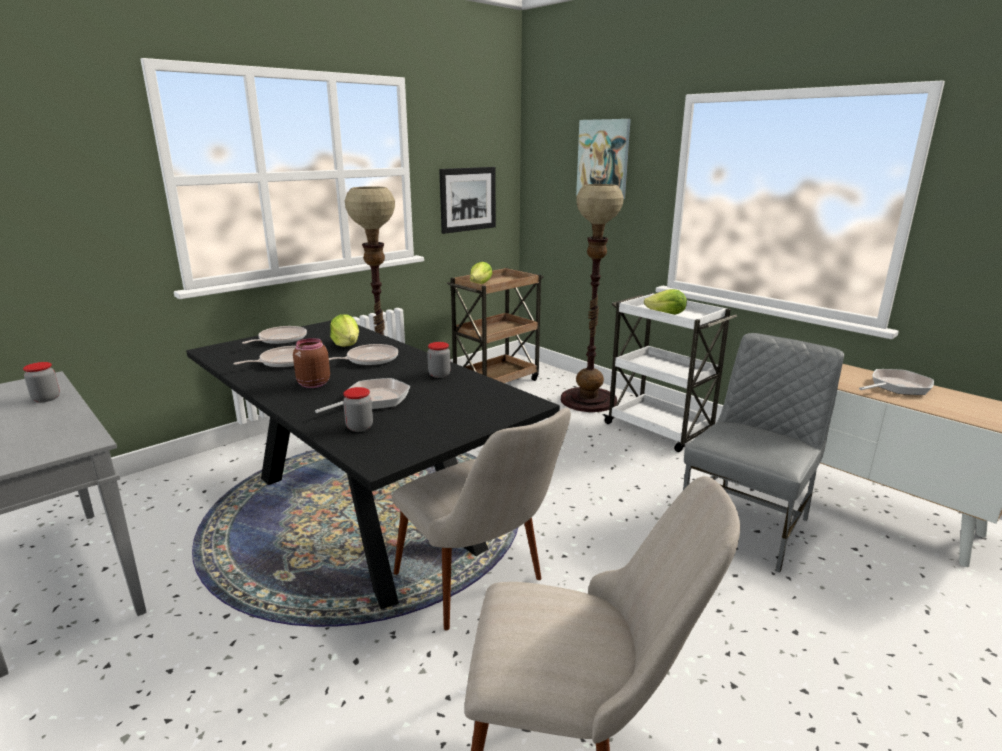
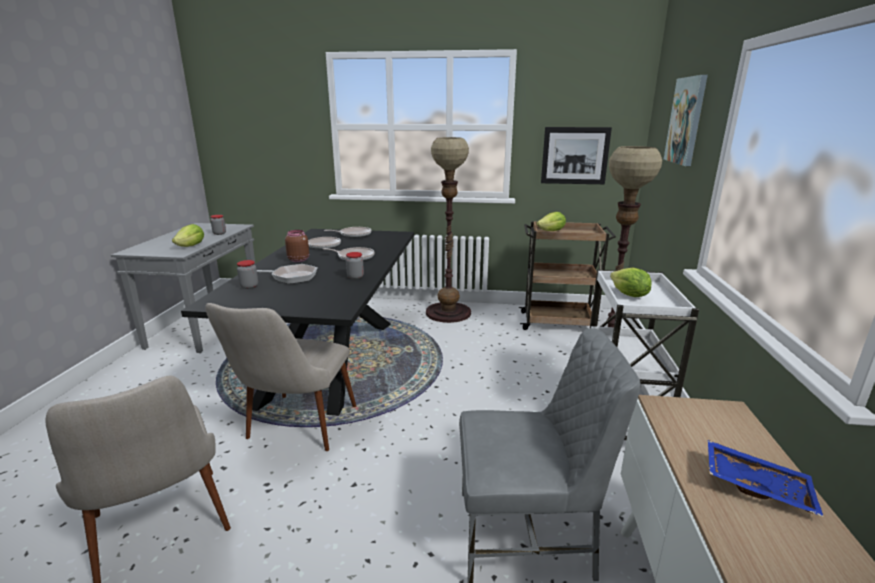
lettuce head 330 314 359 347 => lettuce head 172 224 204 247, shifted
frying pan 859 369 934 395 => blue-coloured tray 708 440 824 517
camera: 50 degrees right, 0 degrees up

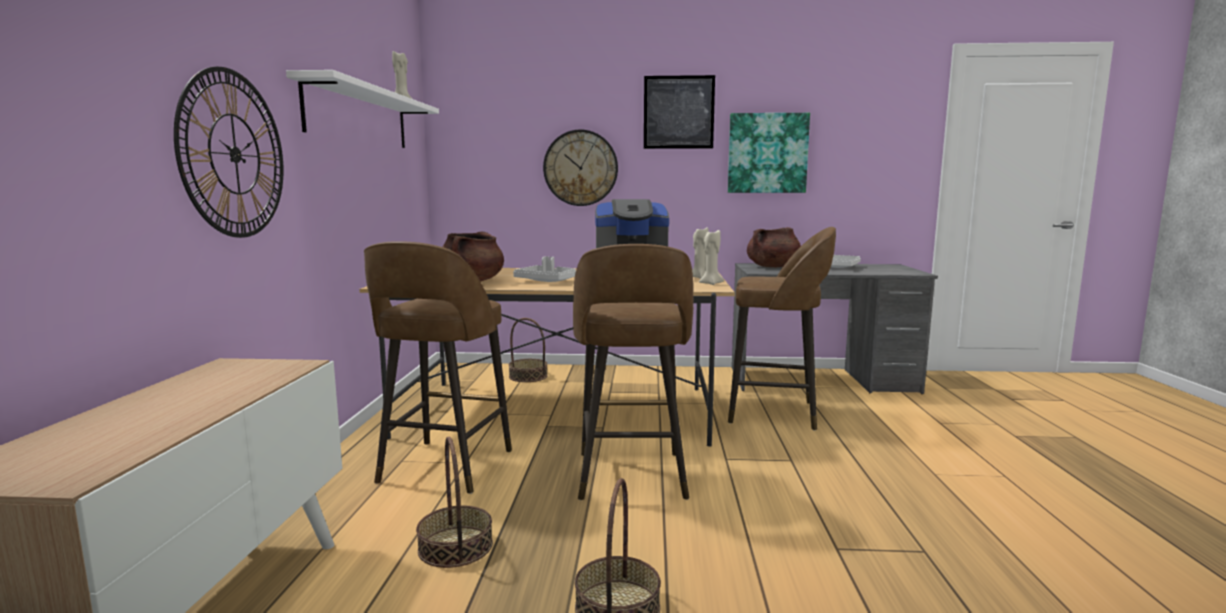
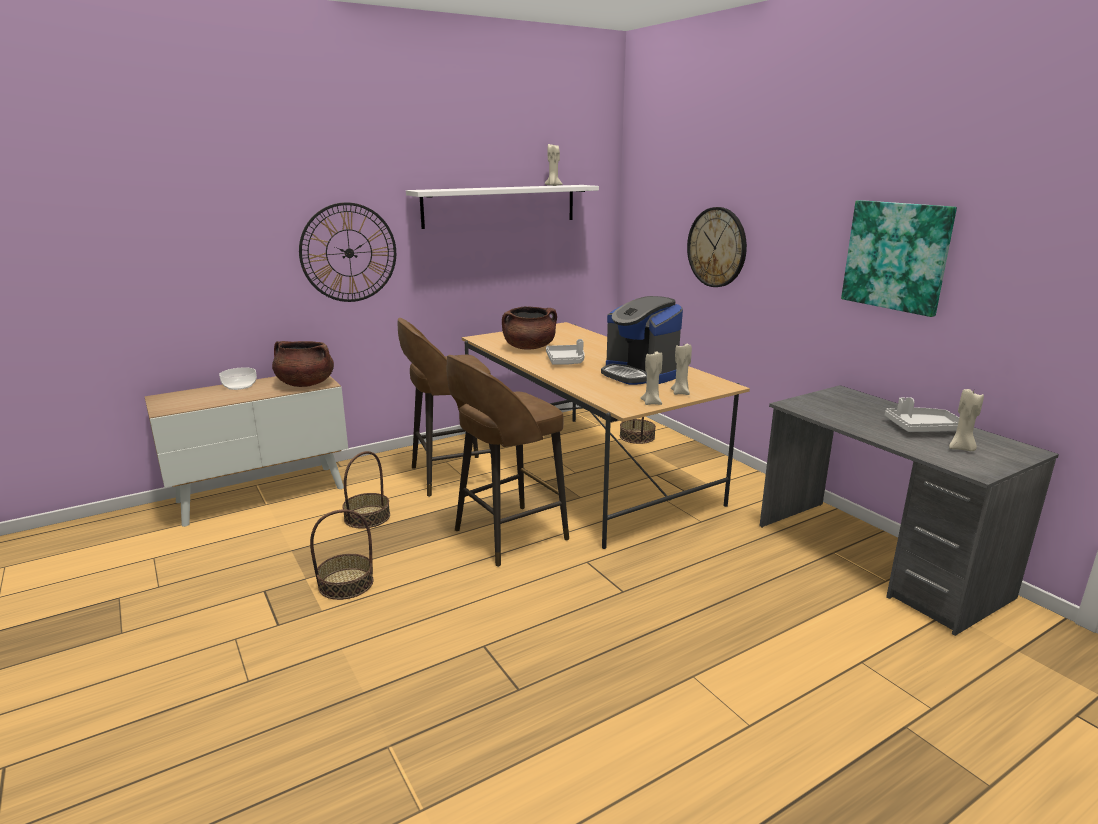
picture 644 75 715 149 => nothing
brown stool seat 728 227 836 430 => nothing
brown saucepot 747 227 801 267 => brown saucepot 272 341 334 387, shifted
nothing => serving bowl 219 367 257 390
nothing => beige wax candle 949 389 984 451
camera: 55 degrees right, 10 degrees up

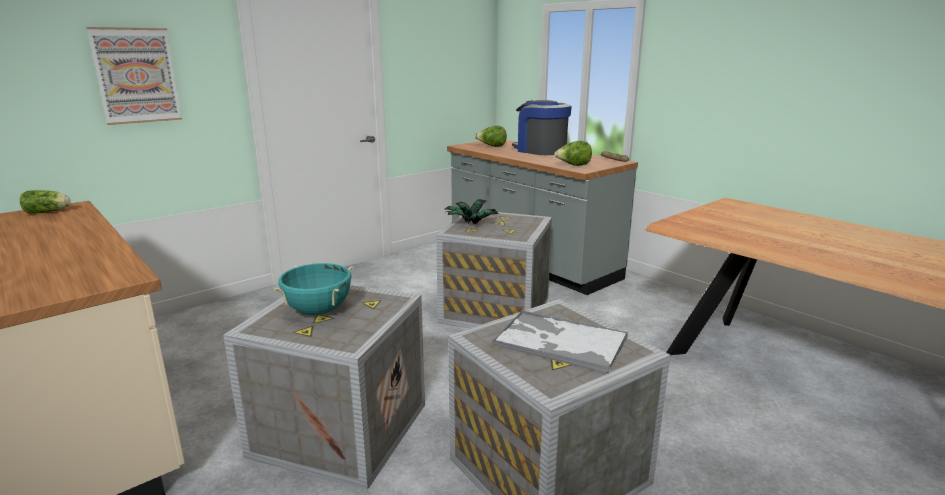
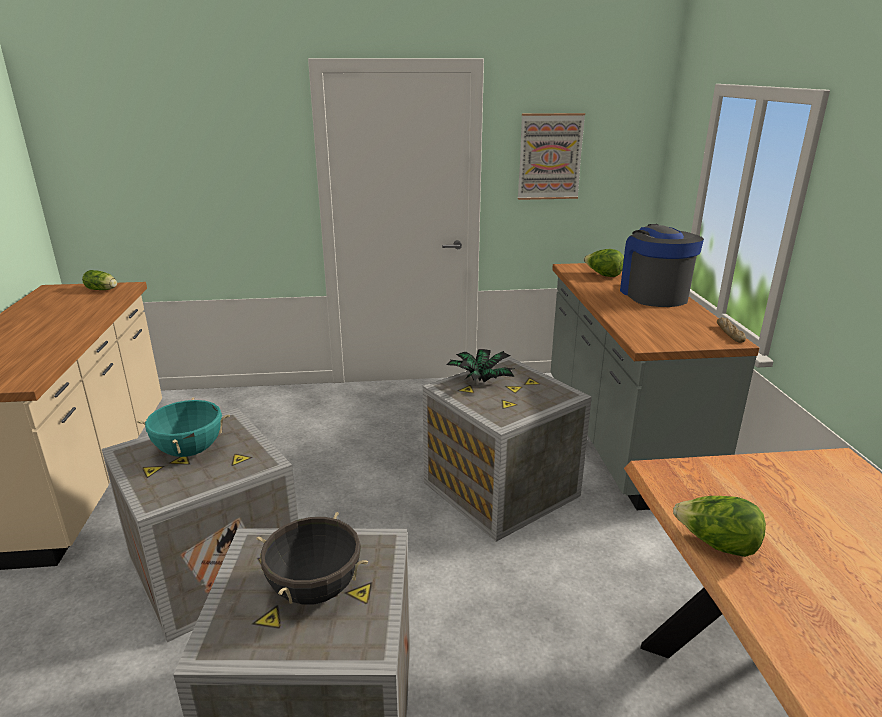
picture 86 27 182 125 => picture 518 113 585 200, shifted
tray 493 310 628 374 => black-coloured saucepot 256 512 368 605
lettuce head 554 141 592 166 => lettuce head 673 496 766 557, shifted
camera: 35 degrees right, 5 degrees up

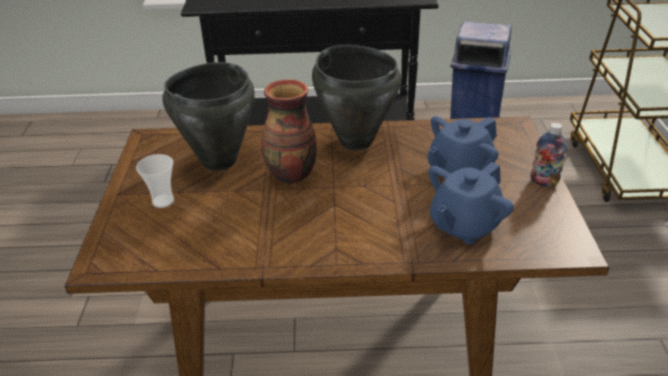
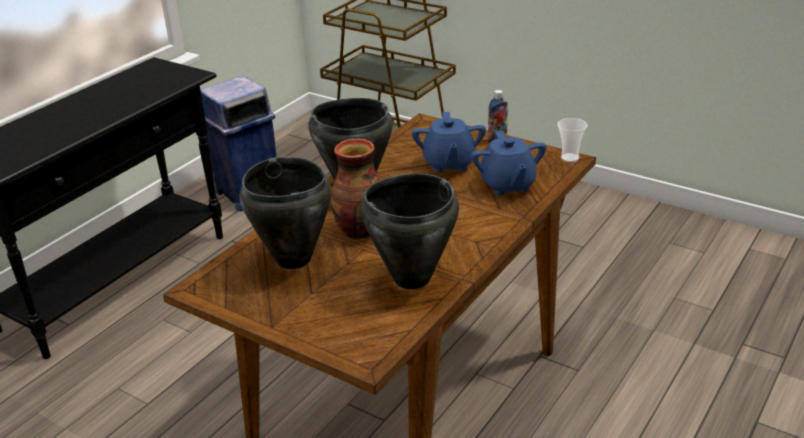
cup 136 154 174 208 => cup 557 118 587 162, shifted
nothing => black-coloured saucepot 360 174 459 289
camera: 55 degrees left, 5 degrees down

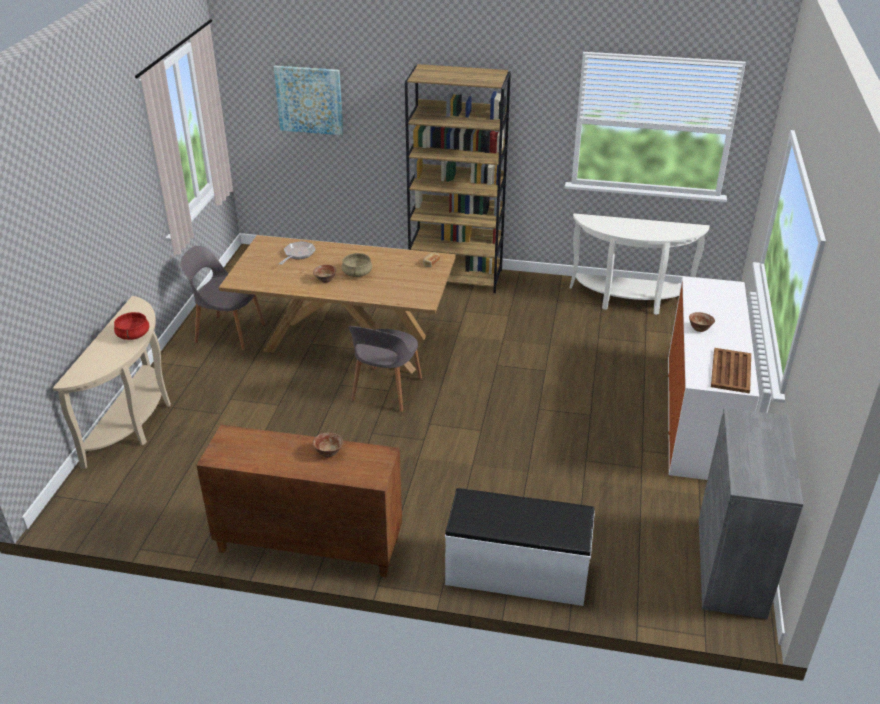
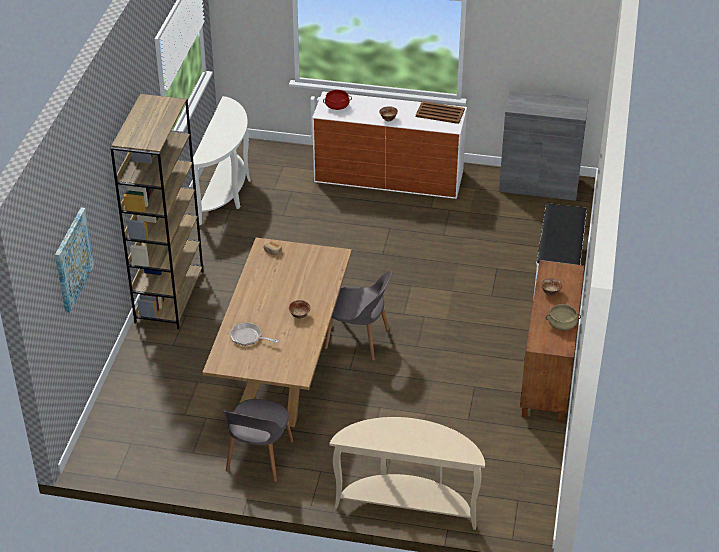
red saucepot 114 312 149 340 => red saucepot 323 90 352 110, shifted
beige saucepot 342 253 372 277 => beige saucepot 546 304 581 330, shifted
camera: 90 degrees left, 5 degrees up

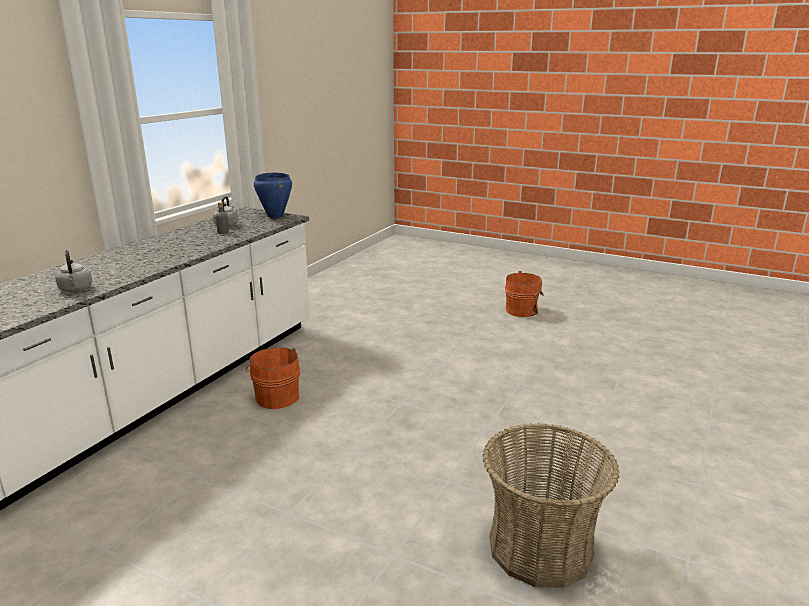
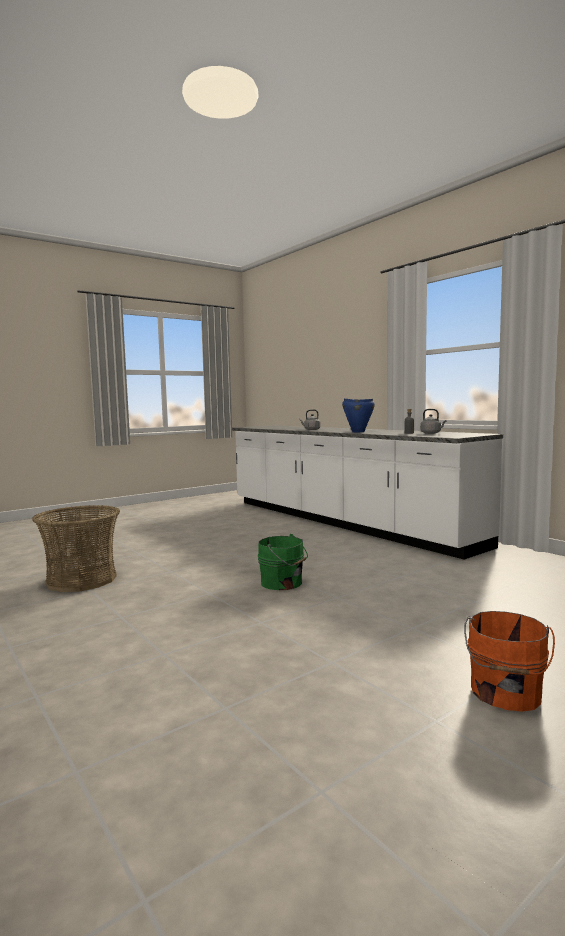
orangey pail 245 347 300 409 => nothing
blue-coloured saucepot 254 173 292 218 => blue-coloured saucepot 342 398 375 432, shifted
nothing => green-coloured pail 258 534 308 590
camera: 115 degrees right, 15 degrees down

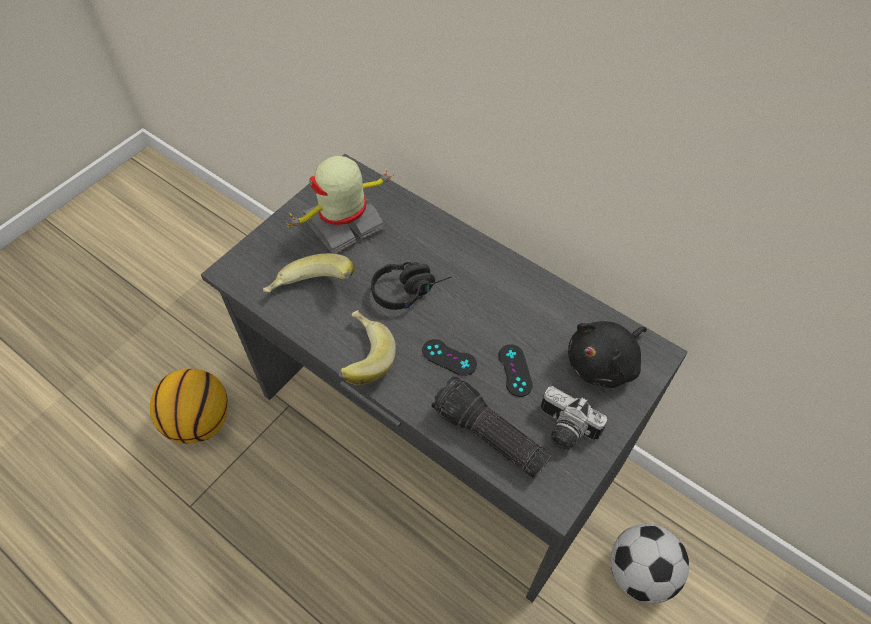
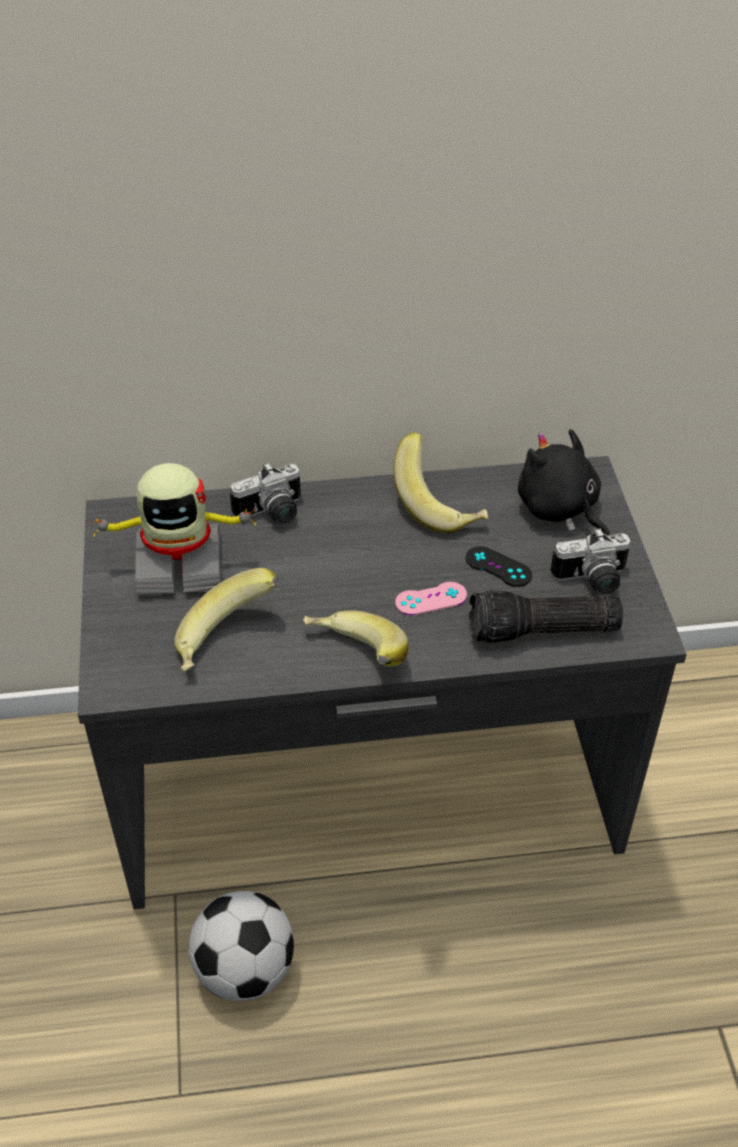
basketball ball 150 369 228 444 => nothing
robot figure 287 156 394 254 => robot figure 88 463 256 596, 105 degrees counterclockwise
black-coloured headphones 371 262 452 310 => nothing
black-coloured gamepad 422 339 477 376 => pink gamepad 395 582 467 615
black-coloured plush toy 568 321 647 388 => black-coloured plush toy 518 429 610 535, 135 degrees clockwise
ball for football 610 524 689 603 => ball for football 189 891 294 1001, shifted
nothing => photo camera 230 462 301 524
nothing => banana 394 432 488 533
camera: 45 degrees left, 10 degrees down

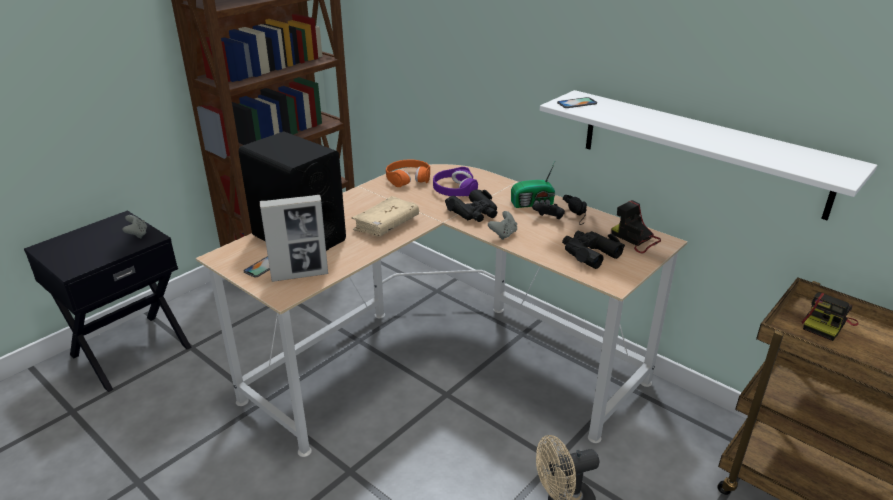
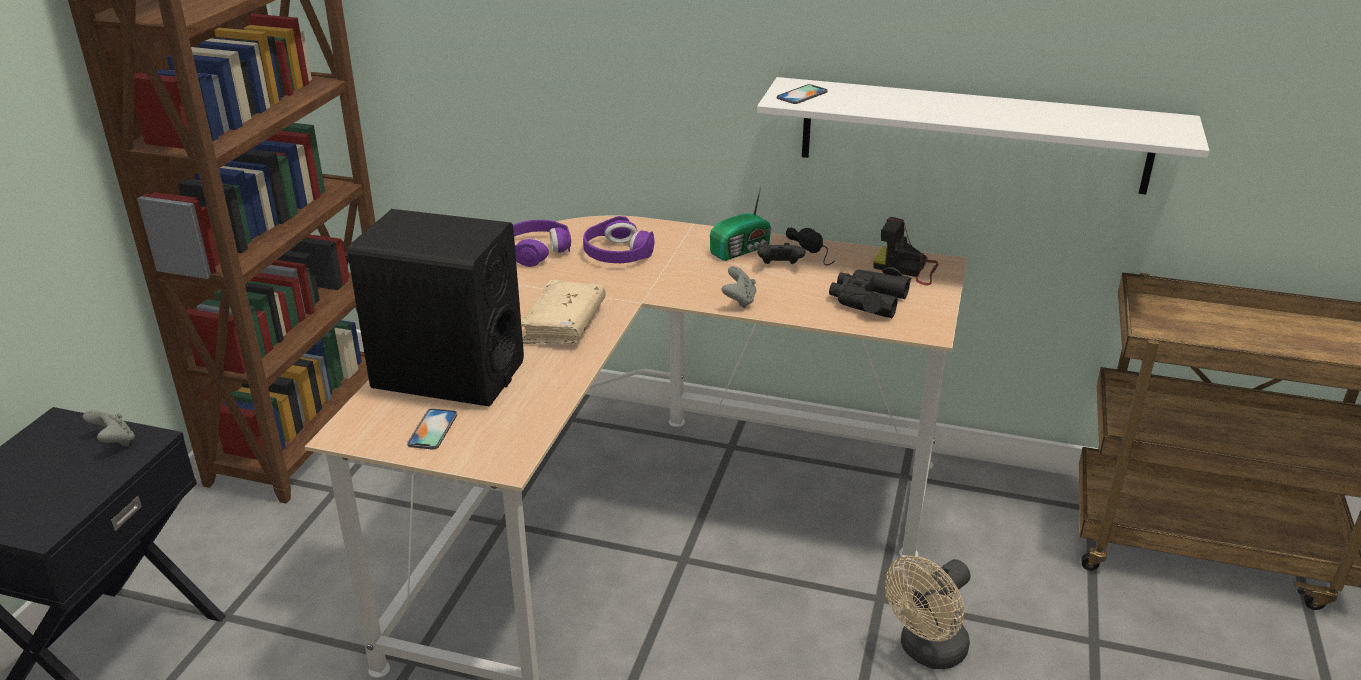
photo frame 260 195 328 282 => nothing
orangey headphones 386 159 430 187 => purple headphones 513 220 571 267
black-coloured binoculars 445 190 497 222 => nothing
photo camera 802 292 858 341 => nothing
camera: 25 degrees left, 0 degrees up

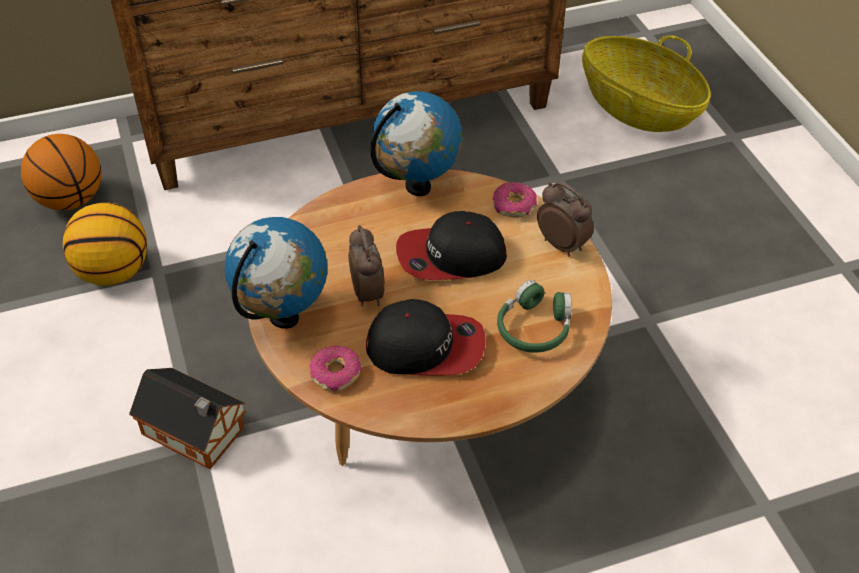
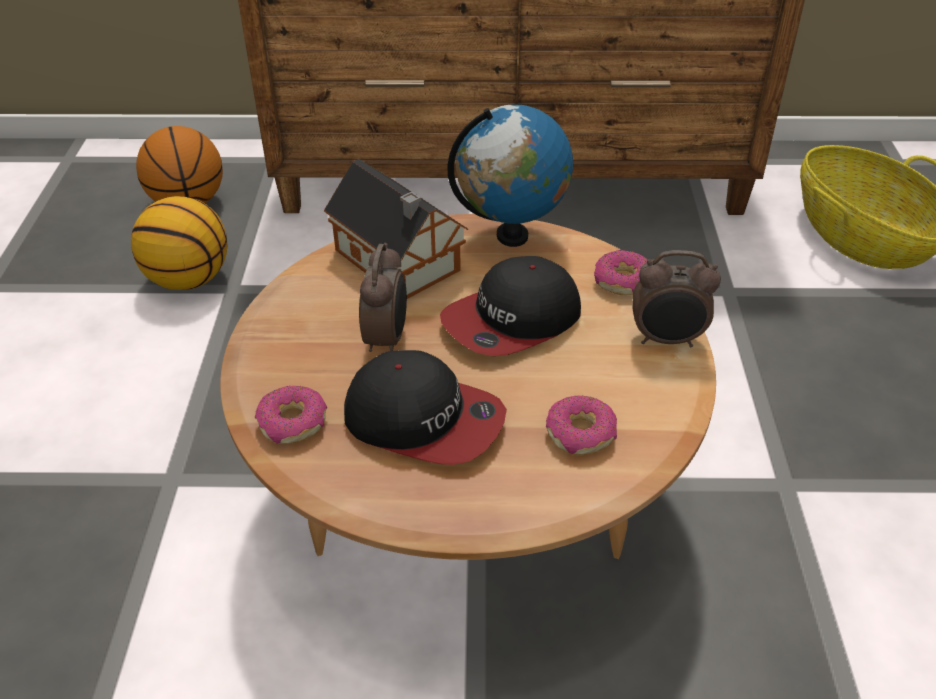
toy house 129 368 246 469 => toy house 324 159 468 299, shifted
desk globe 225 217 328 329 => nothing
peaked cap 396 211 507 280 => peaked cap 440 256 581 356, 45 degrees counterclockwise
green-coloured headphones 497 280 572 353 => ring doughnut 546 395 617 455
bedside clock 537 182 594 257 => bedside clock 632 250 721 347, 120 degrees clockwise
camera: 20 degrees right, 5 degrees down

